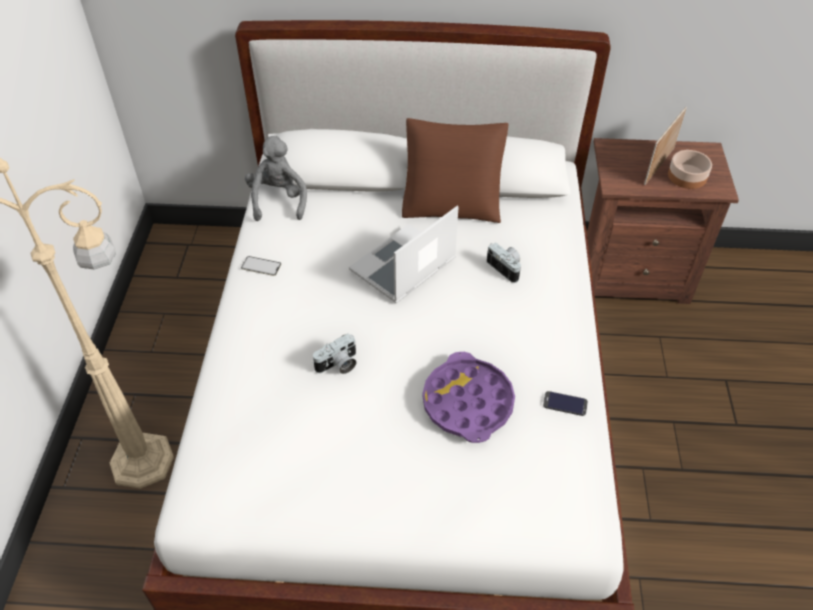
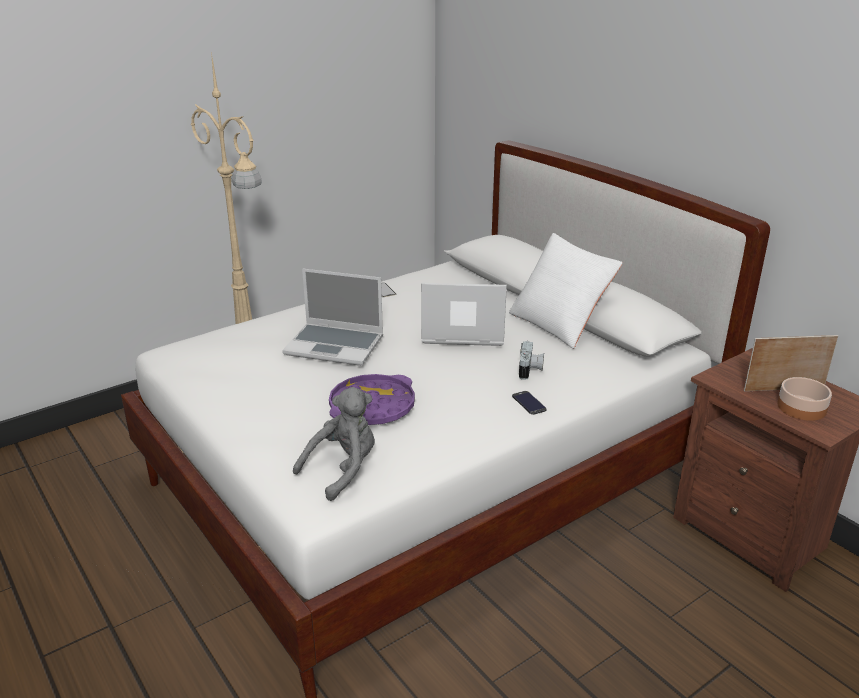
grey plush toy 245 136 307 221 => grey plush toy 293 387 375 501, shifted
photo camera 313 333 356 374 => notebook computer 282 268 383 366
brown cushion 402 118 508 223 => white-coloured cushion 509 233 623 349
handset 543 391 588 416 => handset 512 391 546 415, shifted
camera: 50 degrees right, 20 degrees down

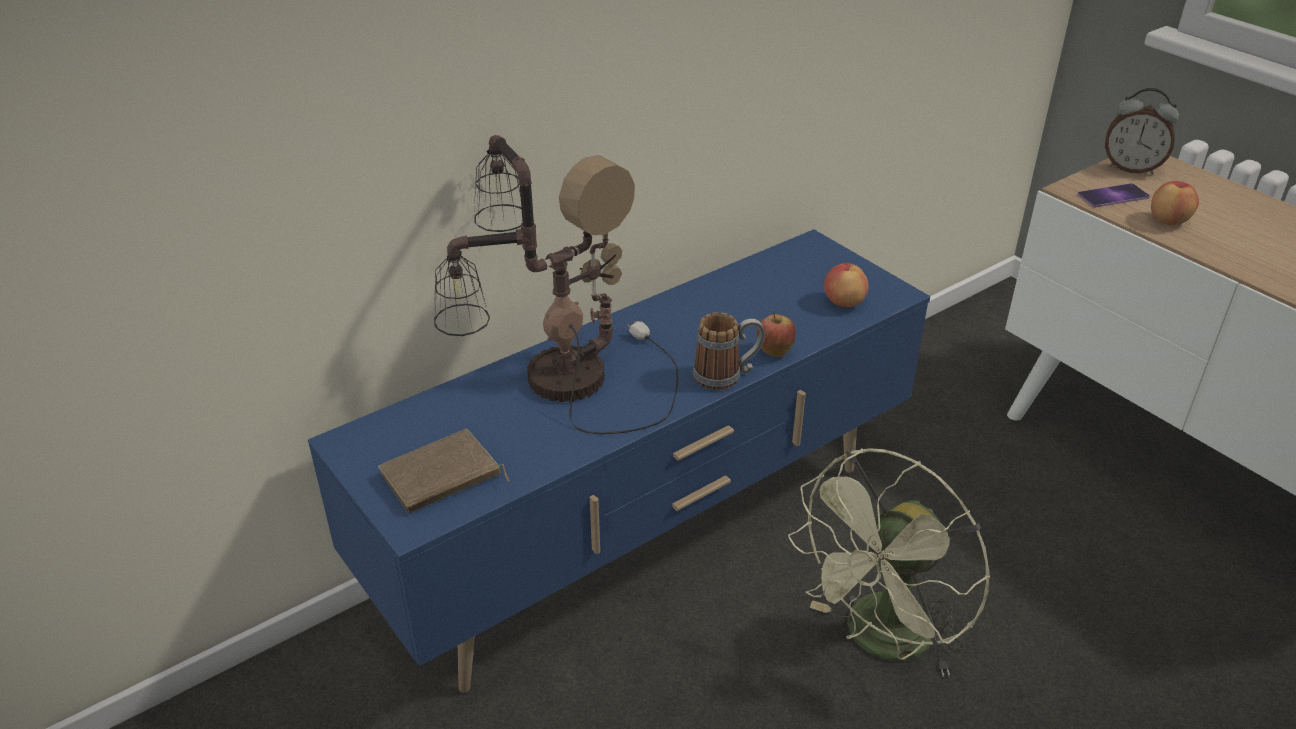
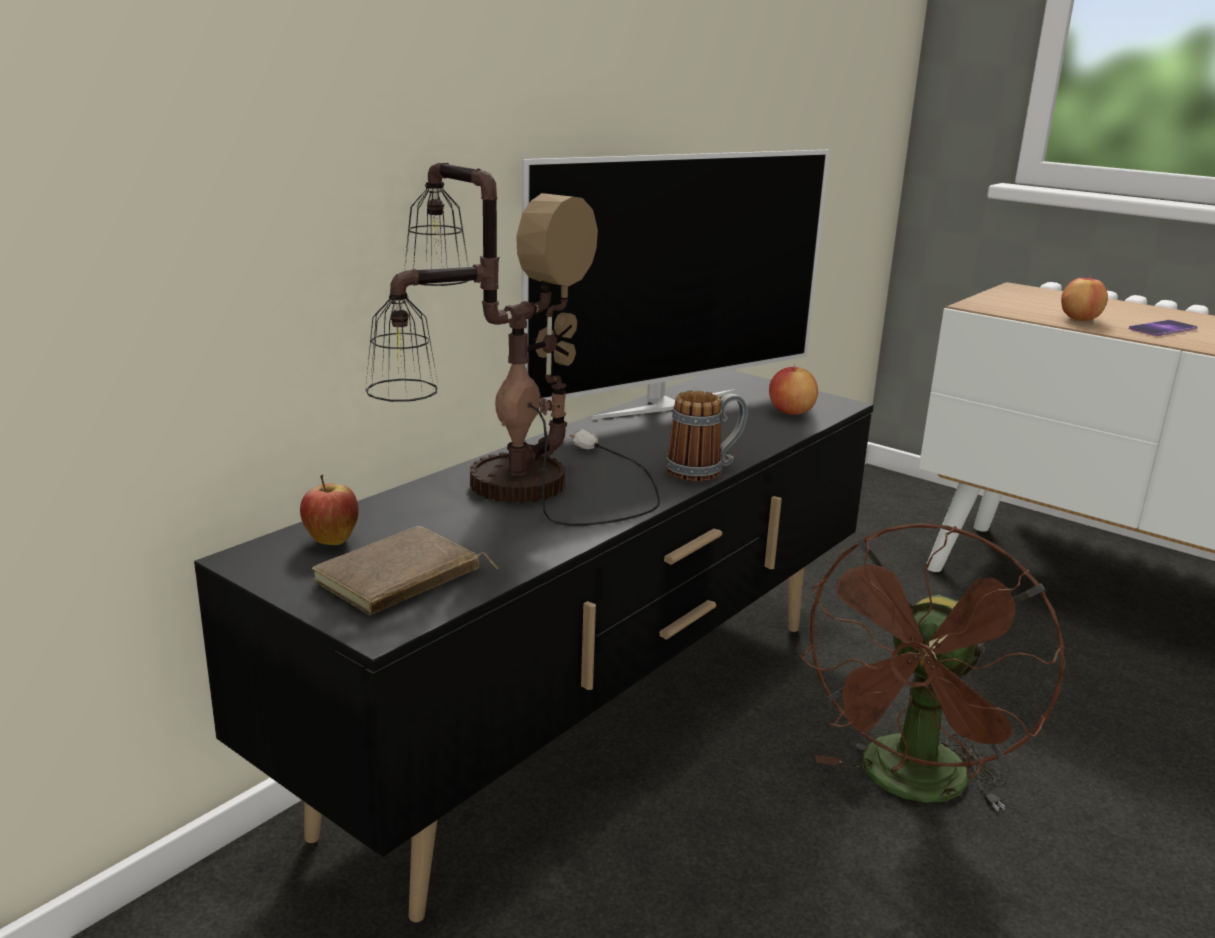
blue-coloured tv unit 308 229 930 693 => black-coloured tv unit 194 370 874 922
apple fruit 757 311 796 357 => apple fruit 300 475 359 545, shifted
green-coloured fan 788 448 991 677 => brown fan 798 523 1065 811
handset 1077 183 1150 207 => handset 1129 320 1198 336, shifted
bedside clock 1105 88 1179 174 => nothing
nothing => TV 521 150 829 419
camera: 15 degrees left, 15 degrees down

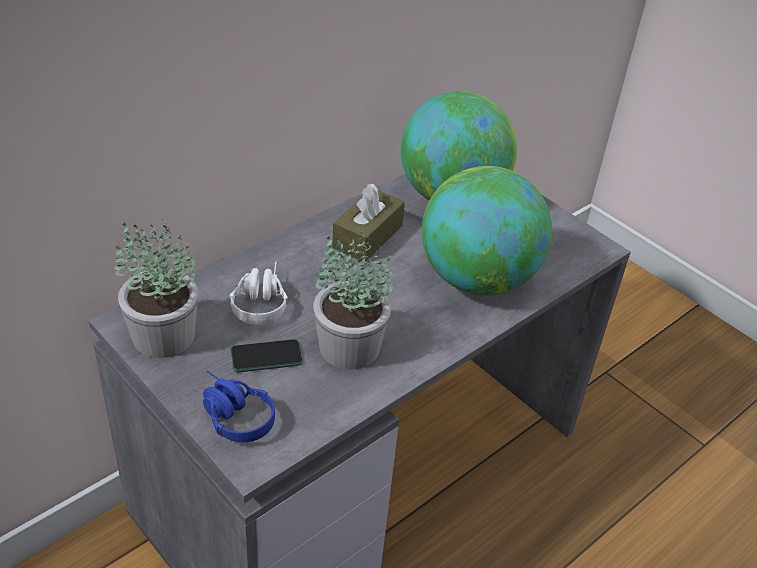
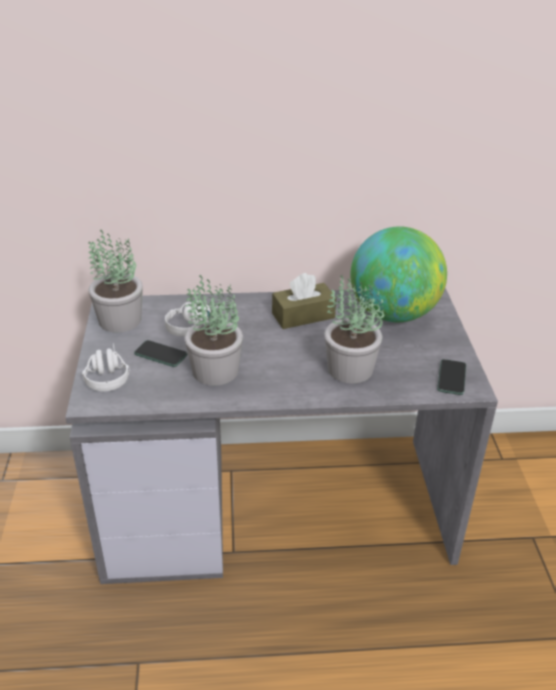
blue-coloured headphones 203 370 275 442 => white-coloured headphones 82 343 130 391
desk globe 422 166 552 296 => plant in a pot 324 275 384 383
nothing => handset 437 359 466 395
camera: 40 degrees right, 5 degrees down

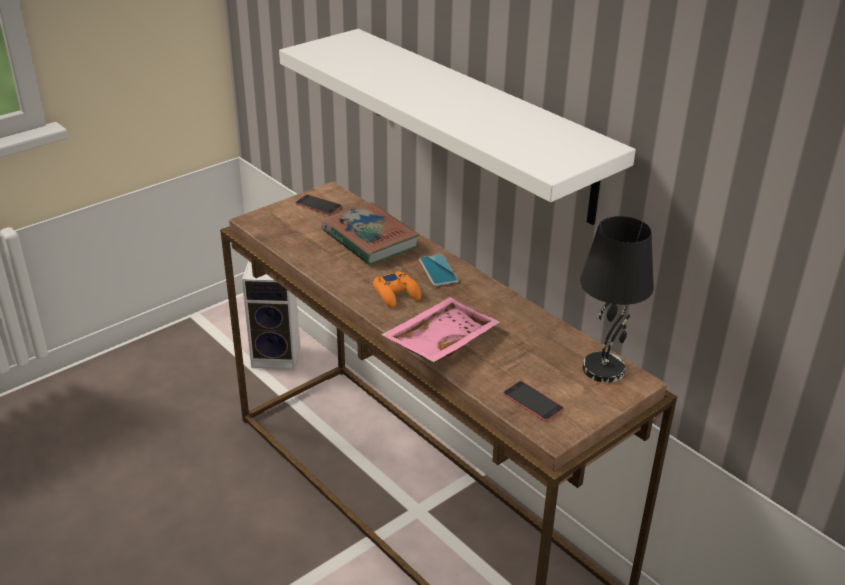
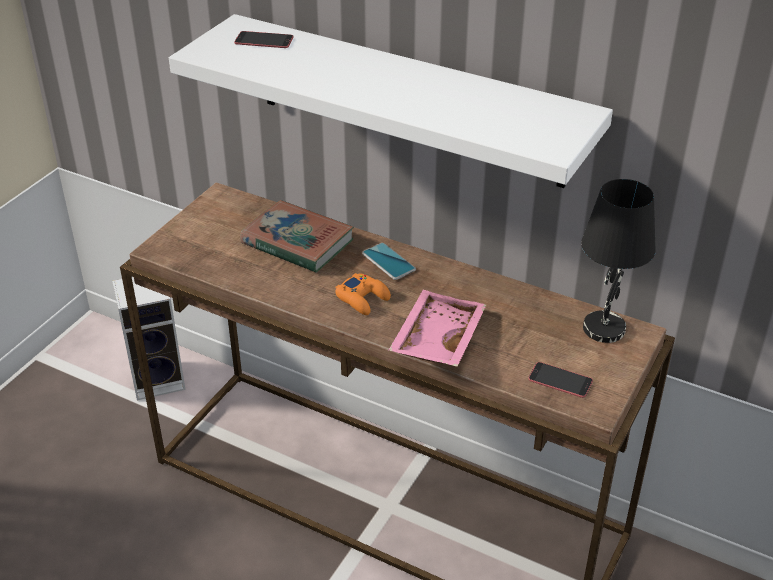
handset 295 194 342 215 => handset 234 31 293 48, shifted
camera: 20 degrees left, 5 degrees up

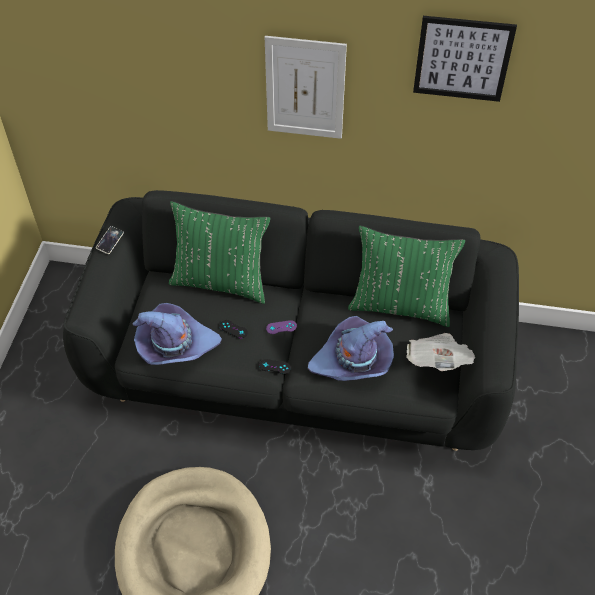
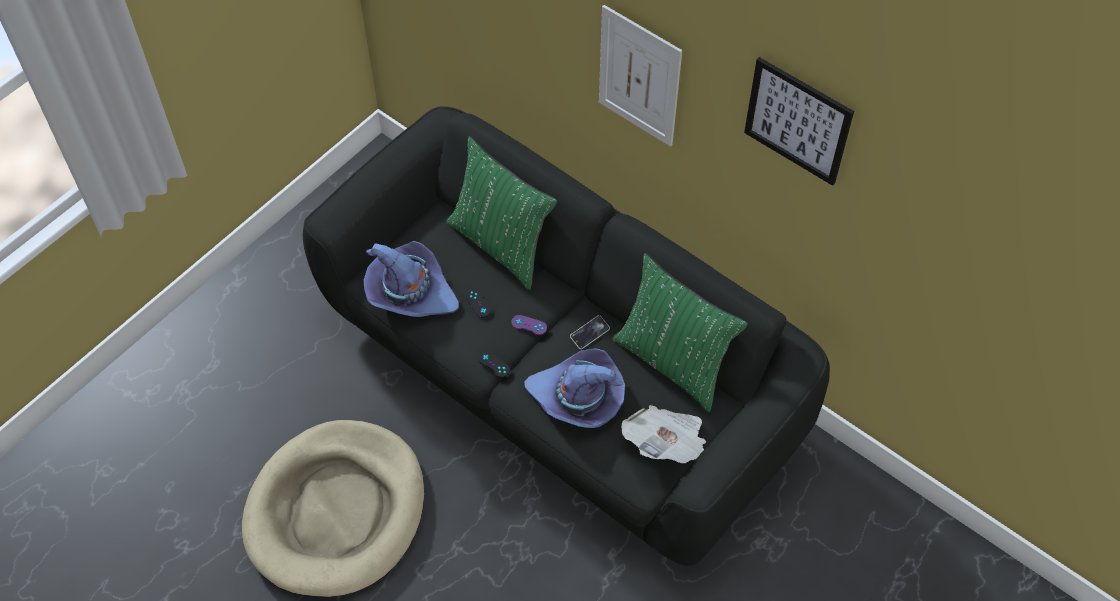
handset 96 226 124 254 => handset 570 315 610 350, shifted
camera: 30 degrees right, 5 degrees up

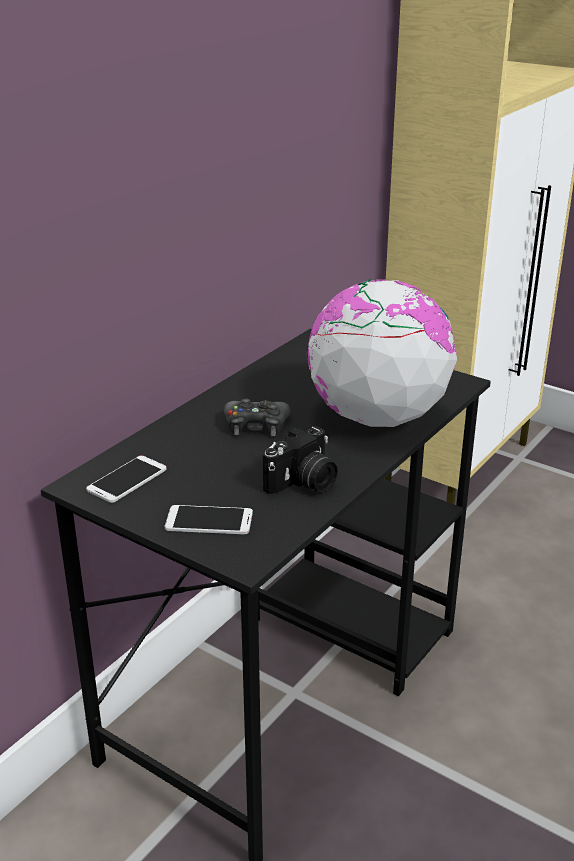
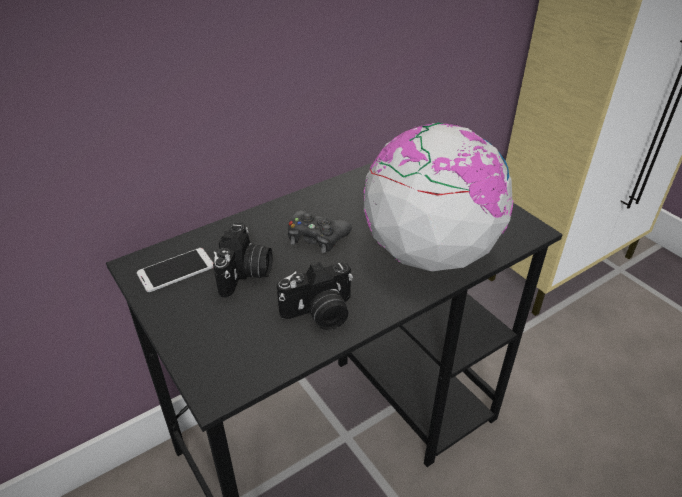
handset 165 505 253 534 => nothing
nothing => photo camera 213 222 273 298
camera: 20 degrees right, 10 degrees up

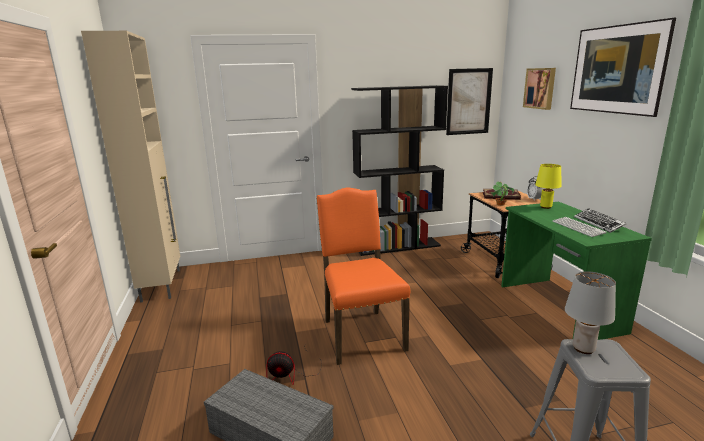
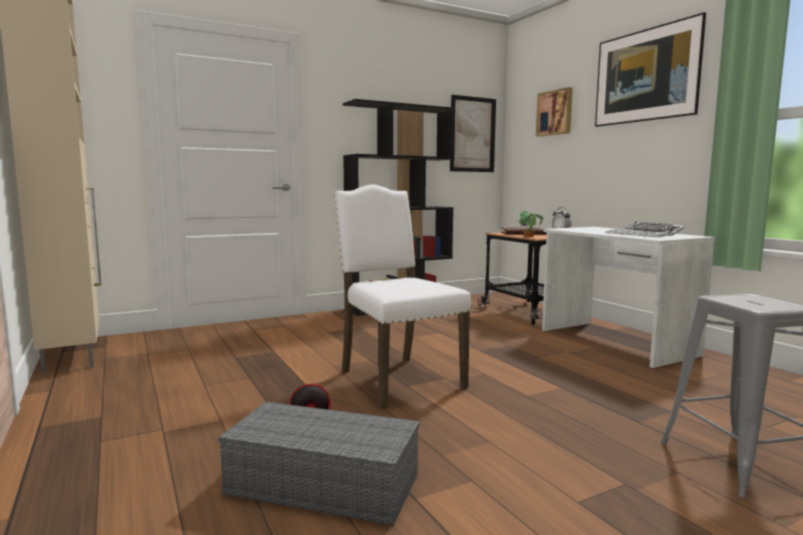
orangey plain chair 316 188 410 365 => white-coloured plain chair 334 184 471 408
green-coloured desk 501 202 652 340 => white-coloured desk 542 227 715 368
yellow tabletop lamp 535 164 561 209 => nothing
grey tabletop lamp 565 272 616 354 => nothing
camera: 15 degrees left, 10 degrees down

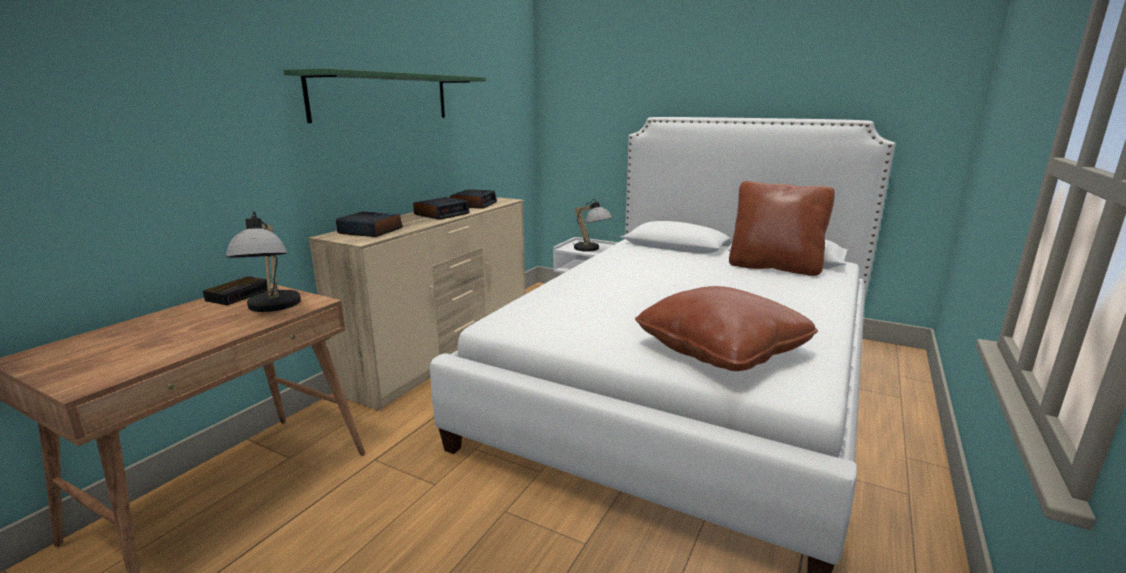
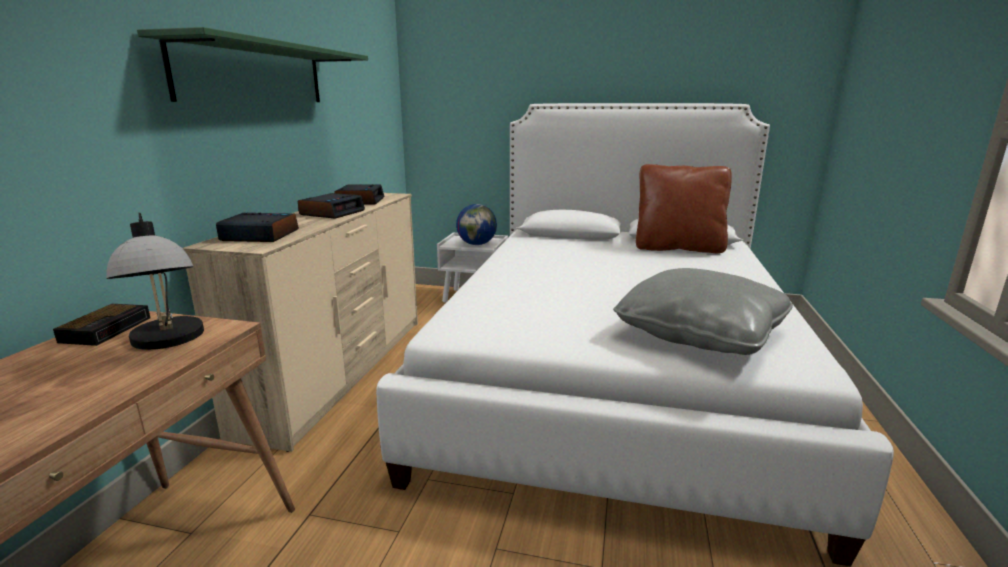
tabletop lamp 572 199 612 252 => desk globe 456 204 497 245
brown cushion 635 286 818 371 => grey cushion 613 268 793 355
camera: 15 degrees left, 0 degrees up

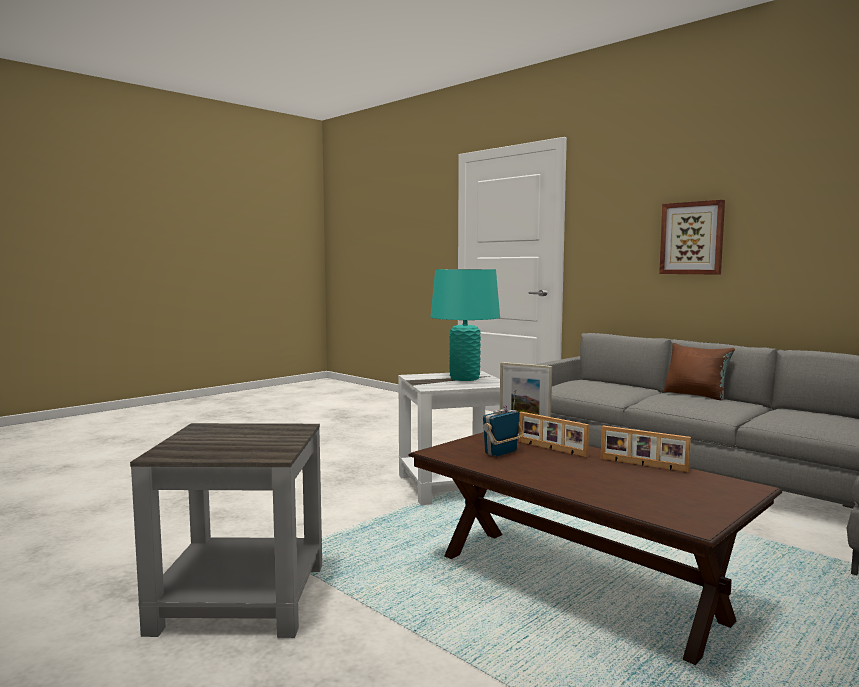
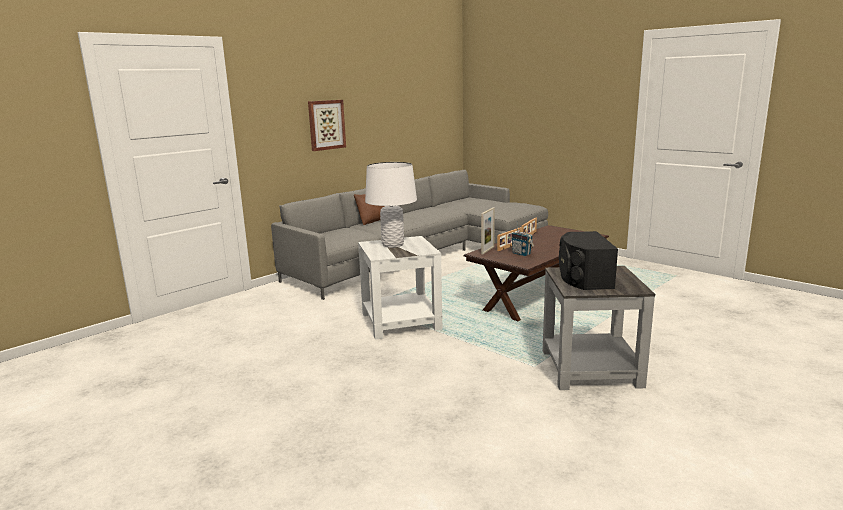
turquoise tabletop lamp 430 269 500 381 => white-coloured tabletop lamp 365 162 417 248
nothing => black-coloured speaker 559 231 618 290
camera: 90 degrees left, 10 degrees up

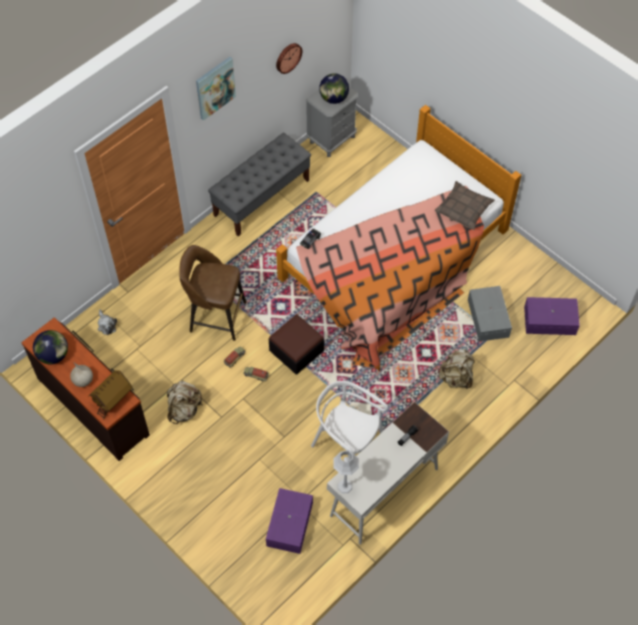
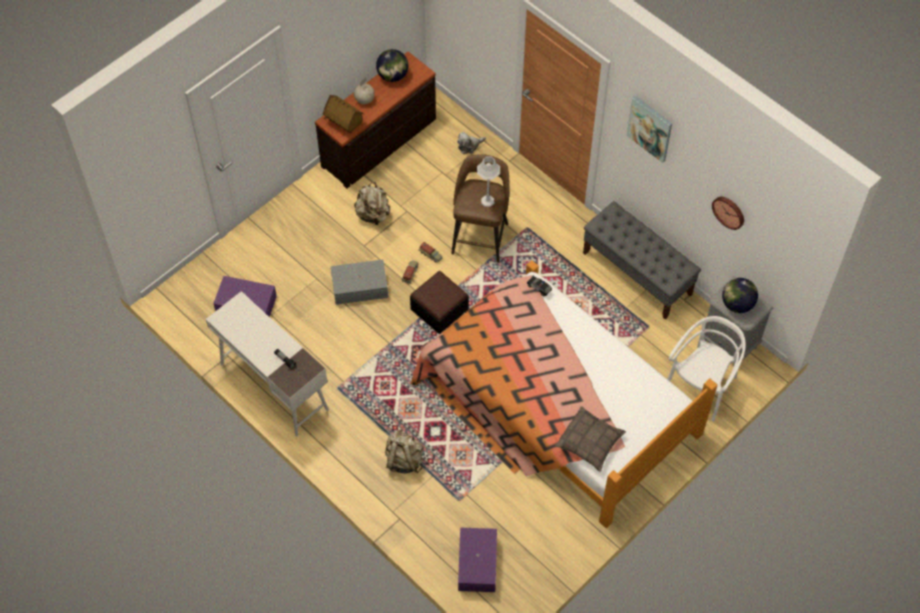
white-coloured plain chair 311 381 388 461 => white-coloured plain chair 668 316 746 421, shifted
grey tabletop lamp 333 451 359 493 => grey tabletop lamp 477 156 500 207, shifted
grey storage box 468 286 512 341 => grey storage box 331 259 388 305, shifted
camera: 90 degrees right, 0 degrees up

